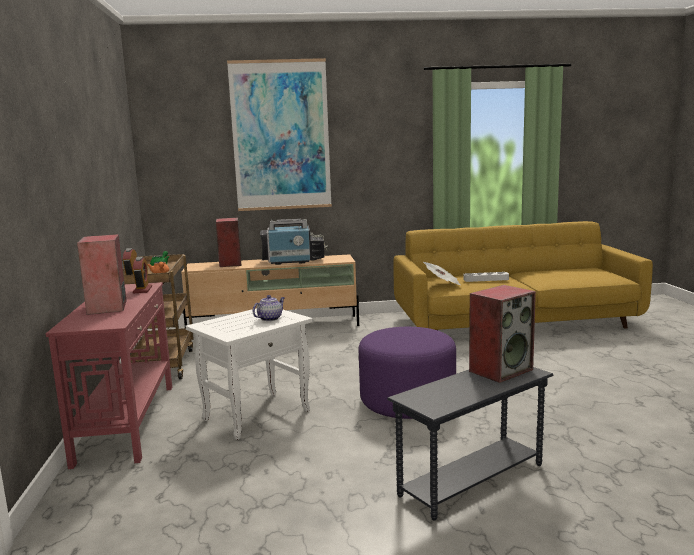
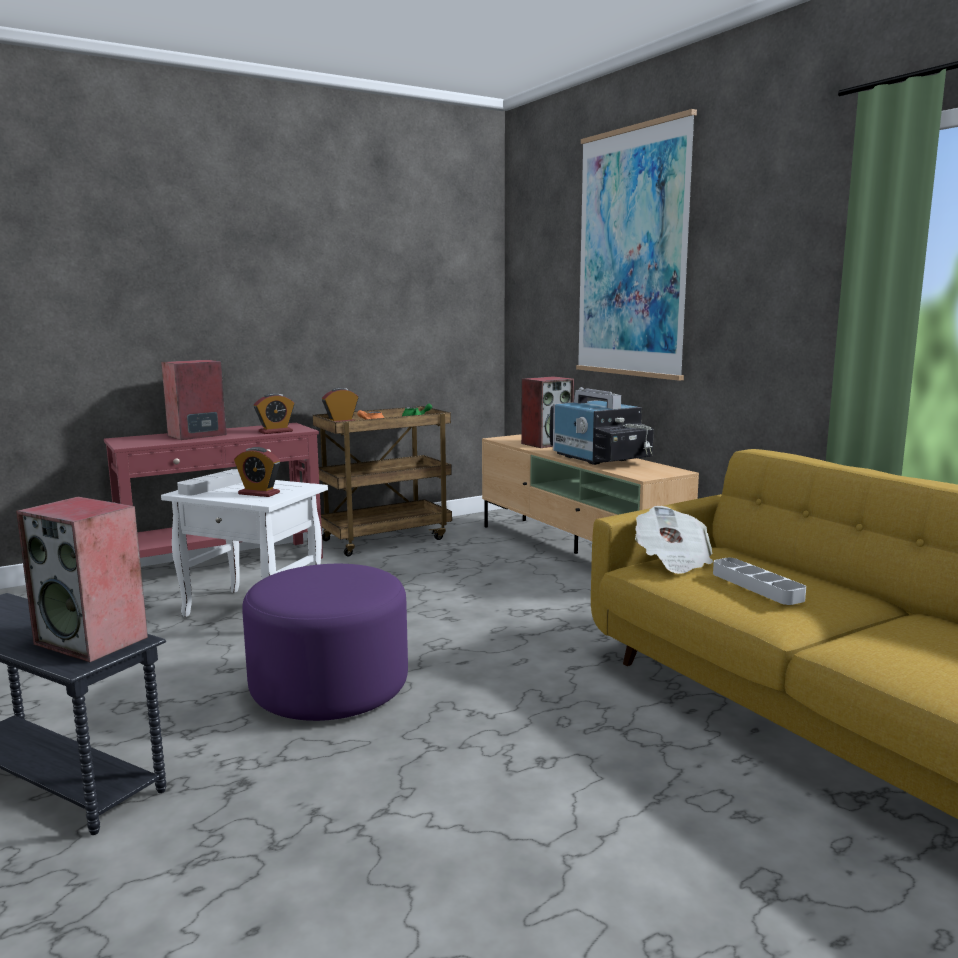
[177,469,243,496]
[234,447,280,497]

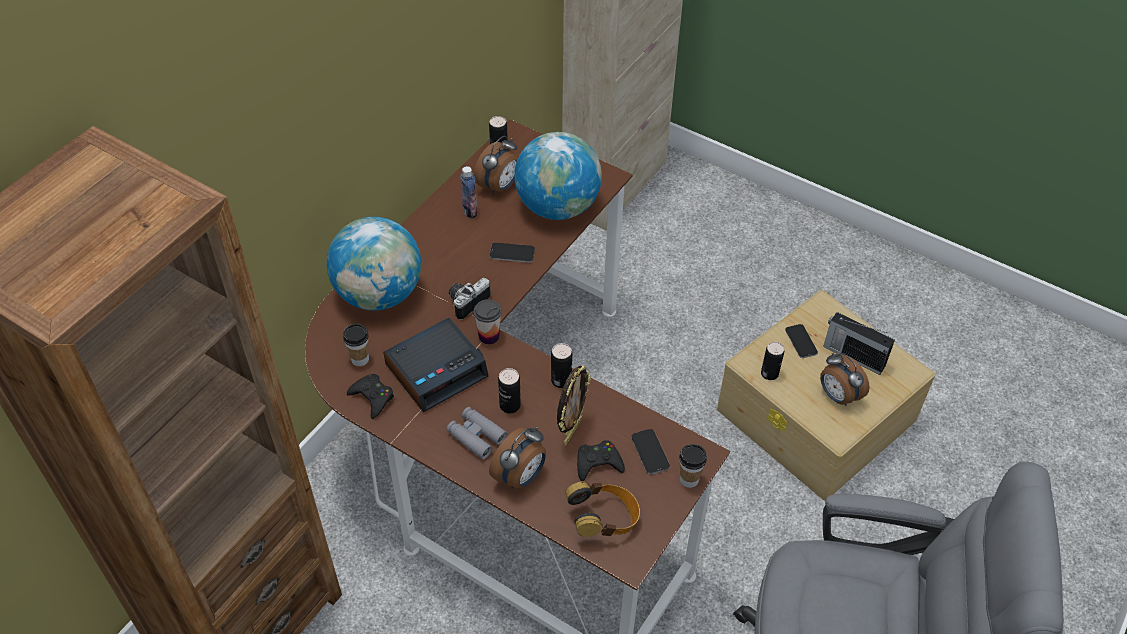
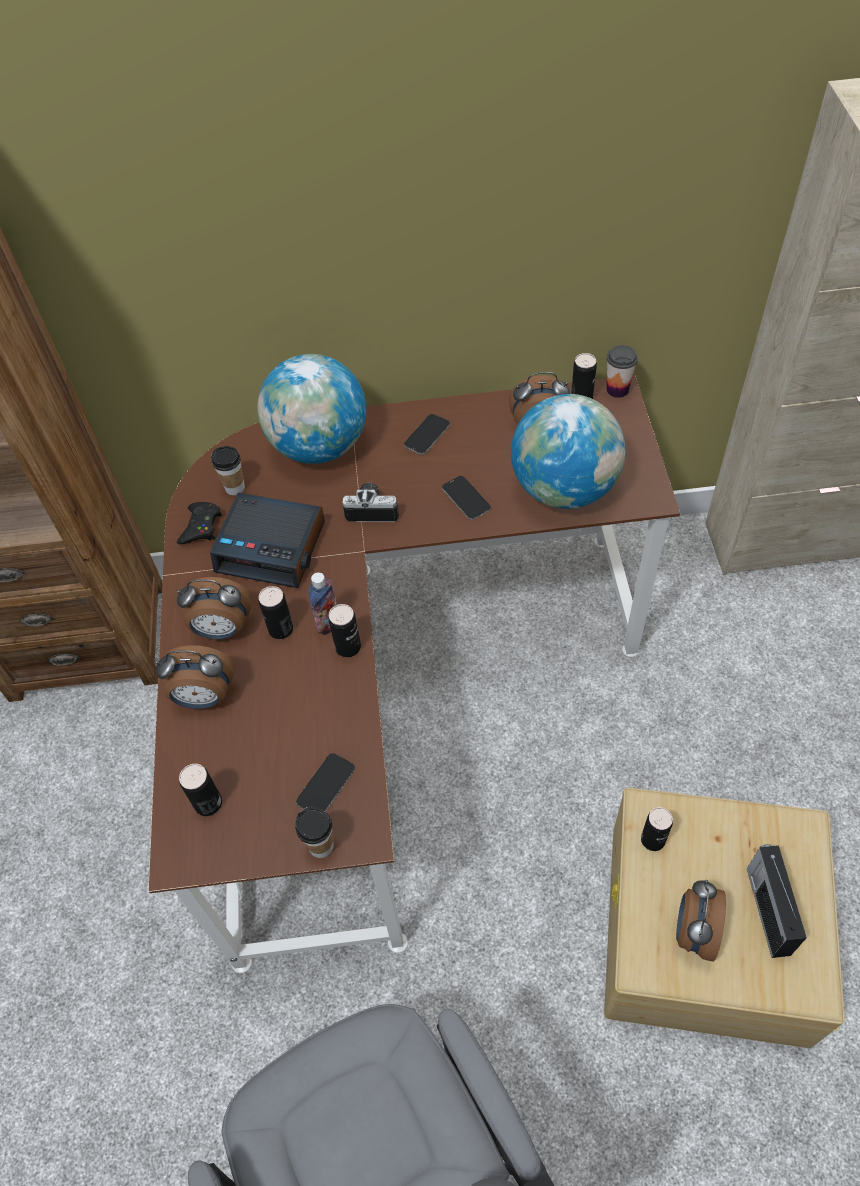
[557,365,591,446] (first image)
[577,440,625,481] (first image)
[309,572,337,635]
[607,345,638,398]
[404,414,450,455]
[177,577,252,639]
[179,764,222,816]

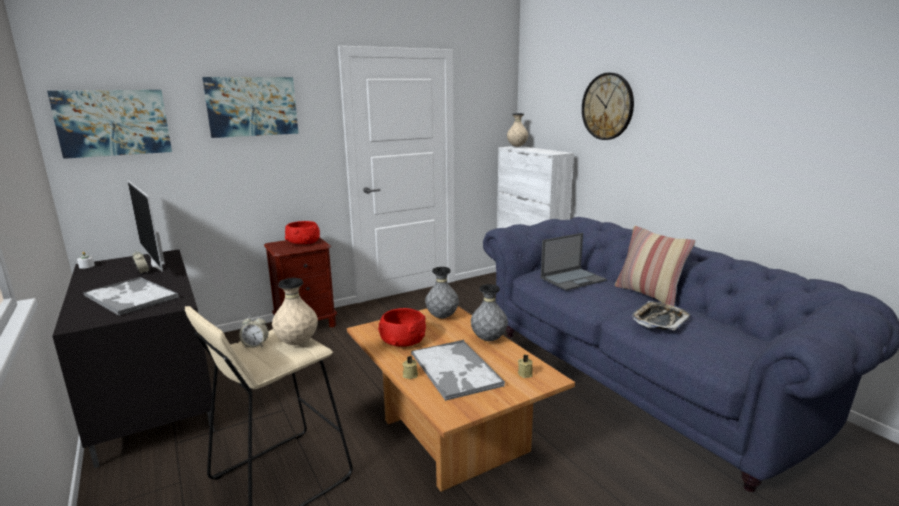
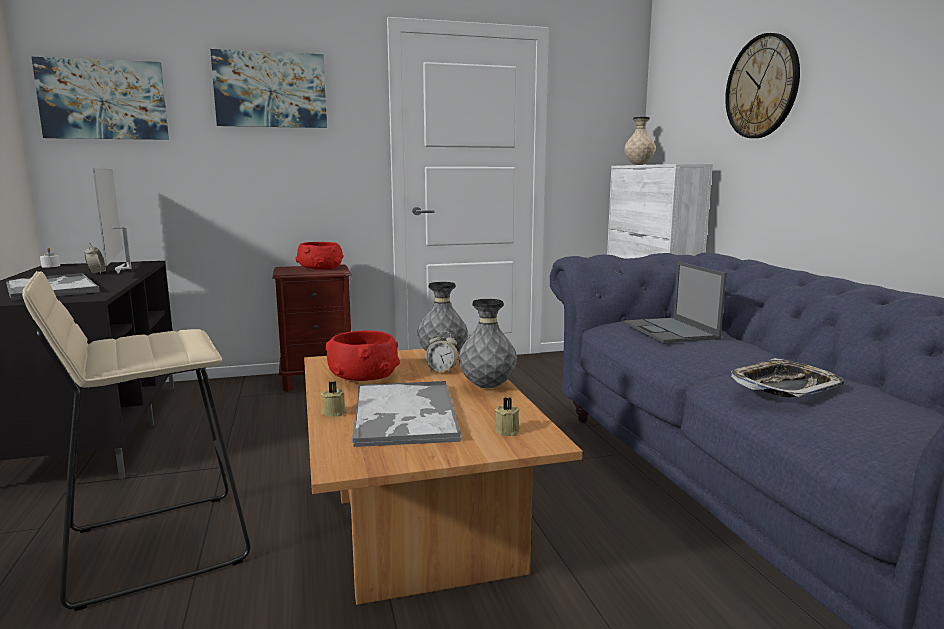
[272,278,318,345] (first image)
[615,226,695,306] (first image)
[425,331,459,373]
[623,261,727,343]

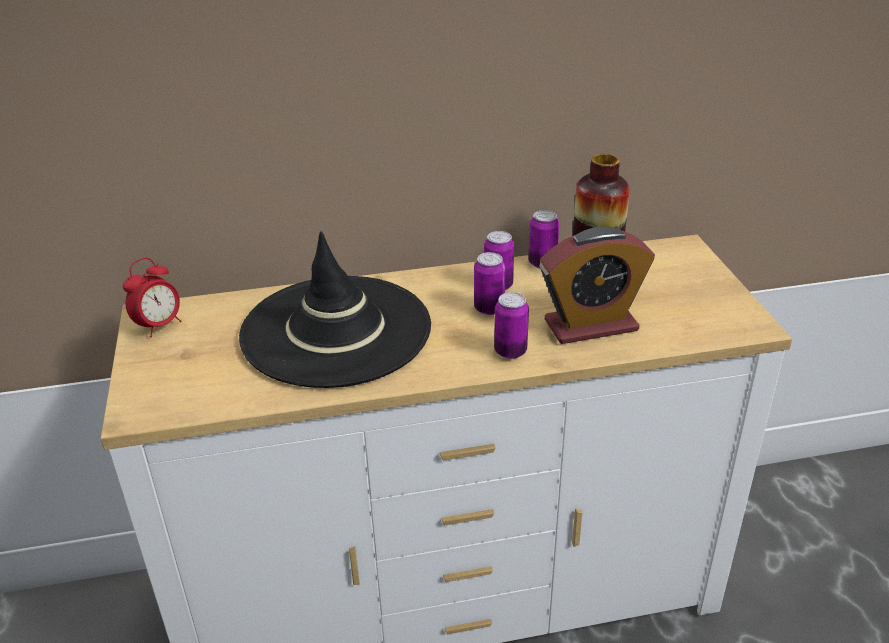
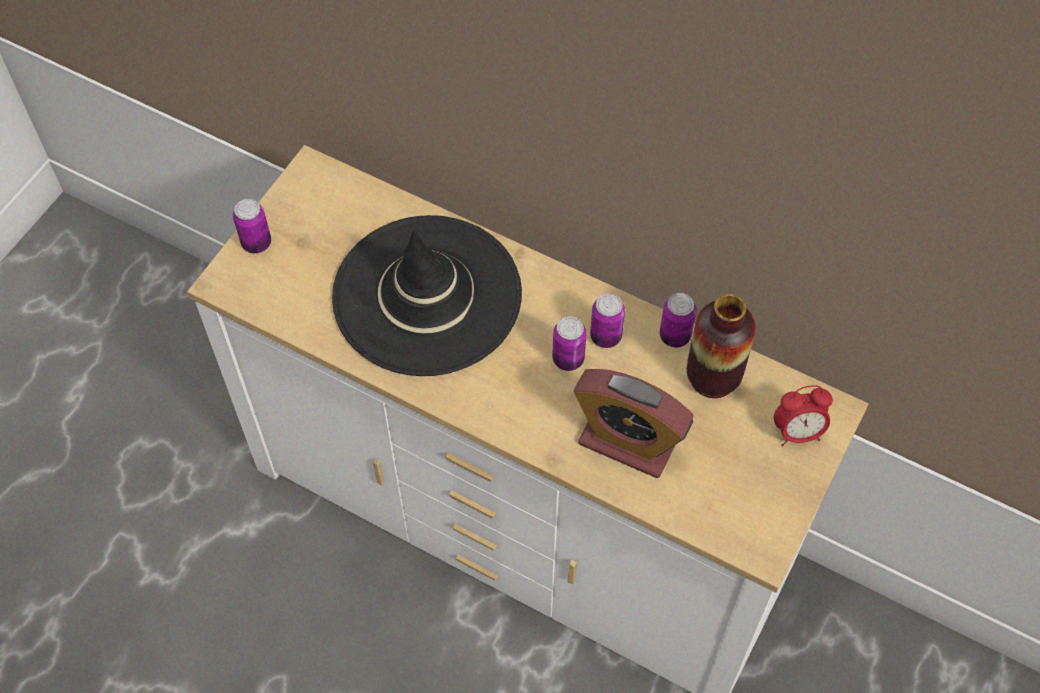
[774,385,833,446]
[233,199,271,253]

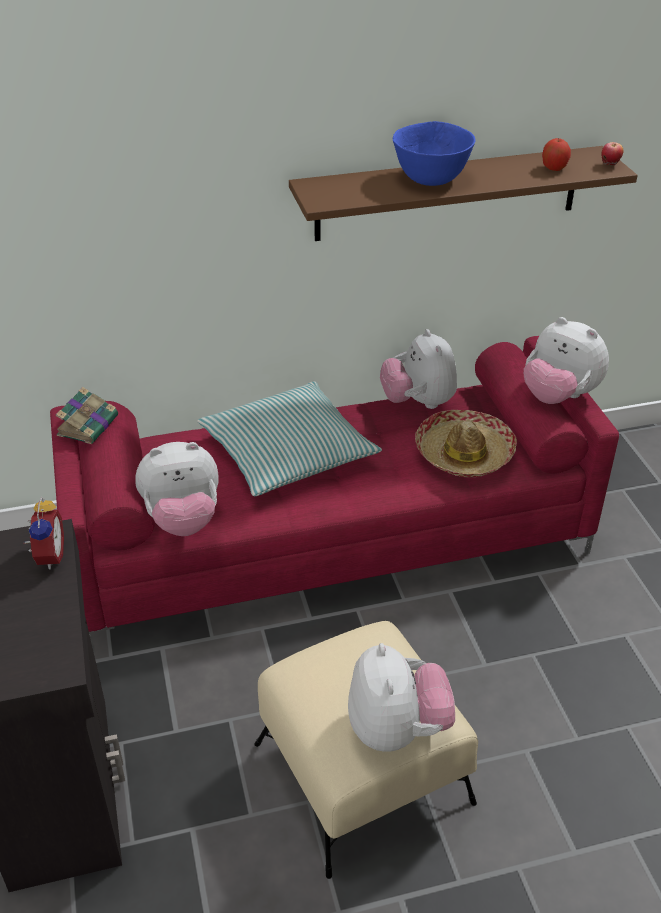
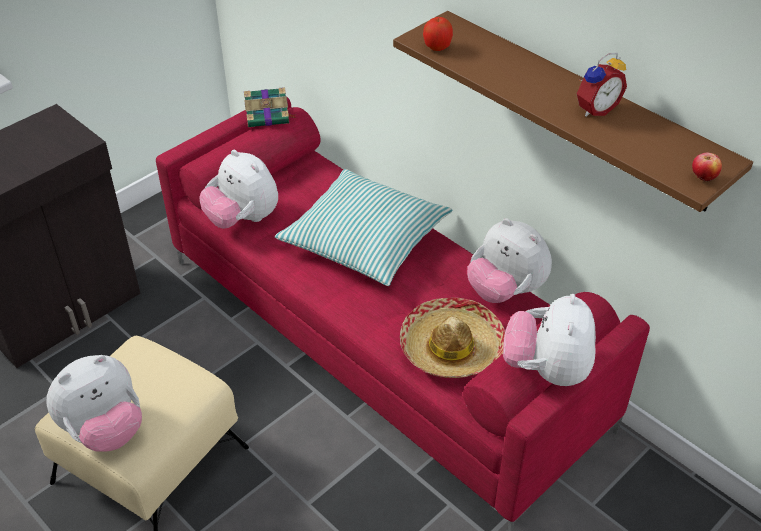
[393,121,476,186] (first image)
[577,53,627,117]
[423,17,453,51]
[467,218,552,303]

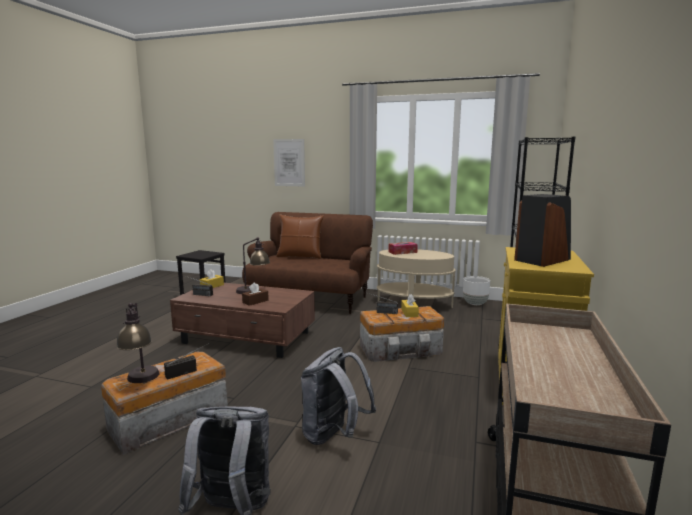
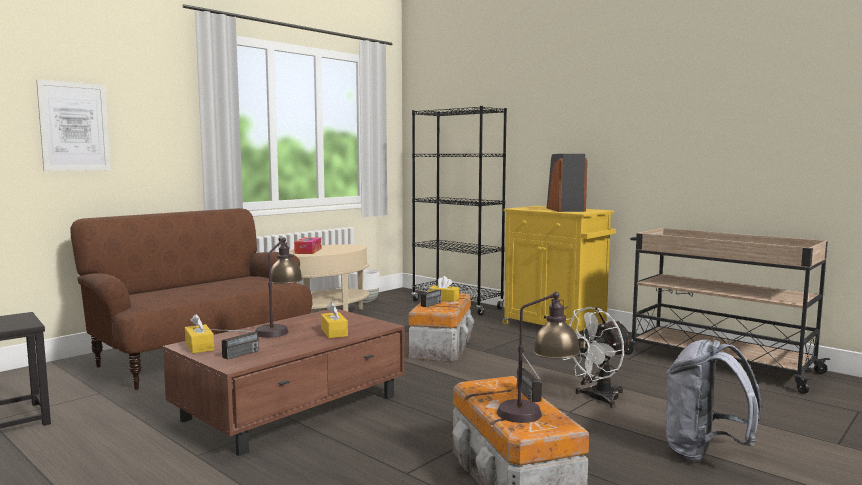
[276,215,324,259] (first image)
[562,307,633,408]
[321,302,348,338]

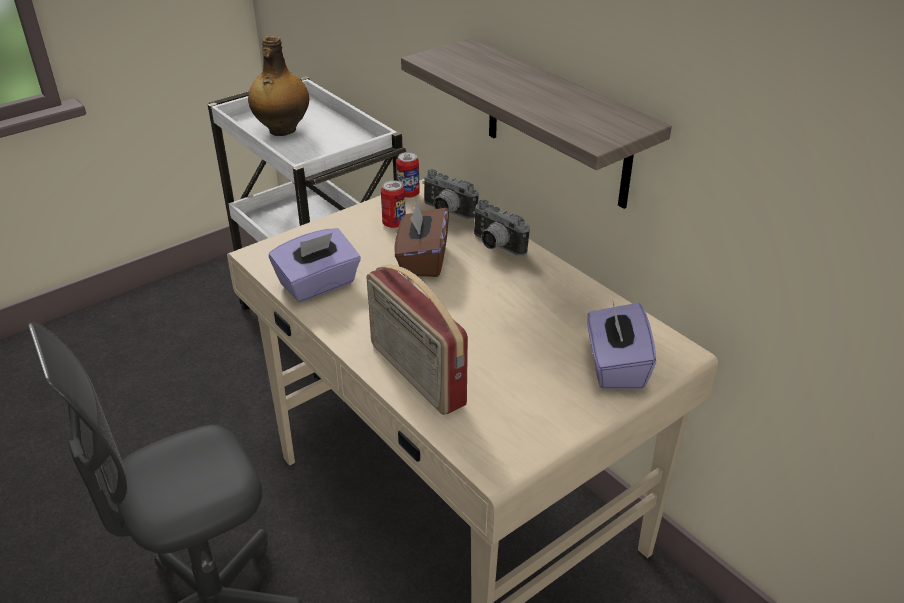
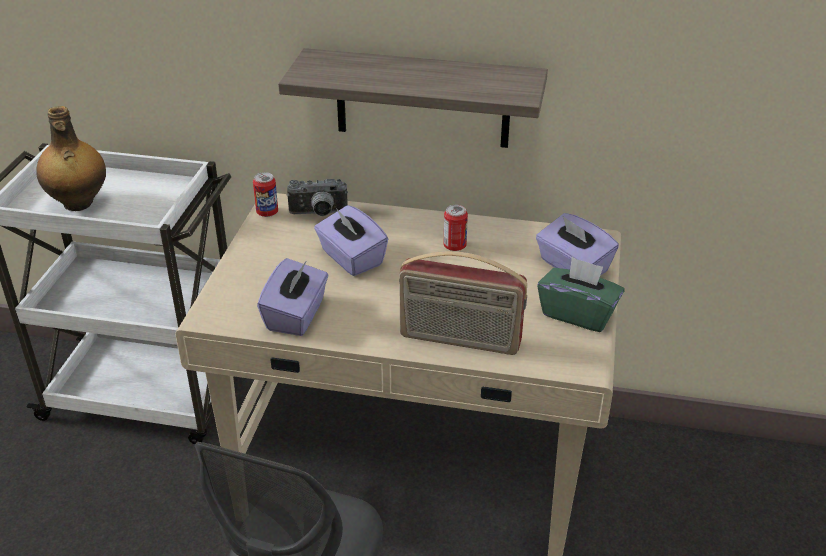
[473,200,530,256] (first image)
[537,257,625,332]
[444,205,468,251]
[314,205,388,276]

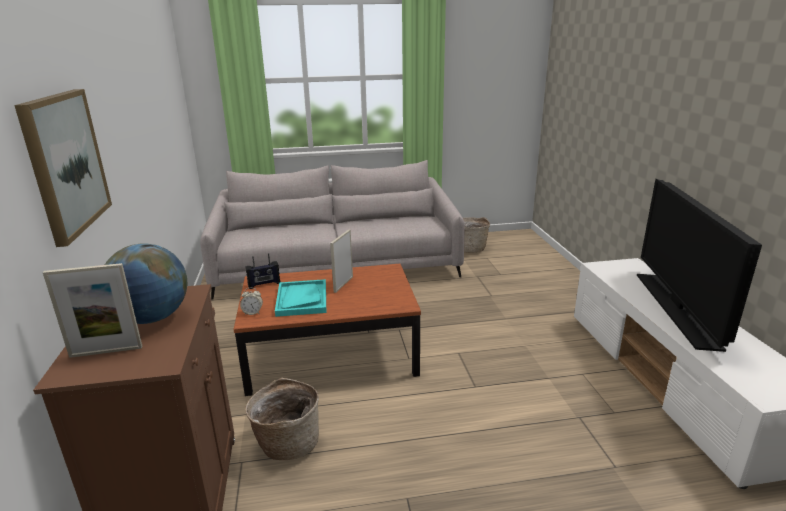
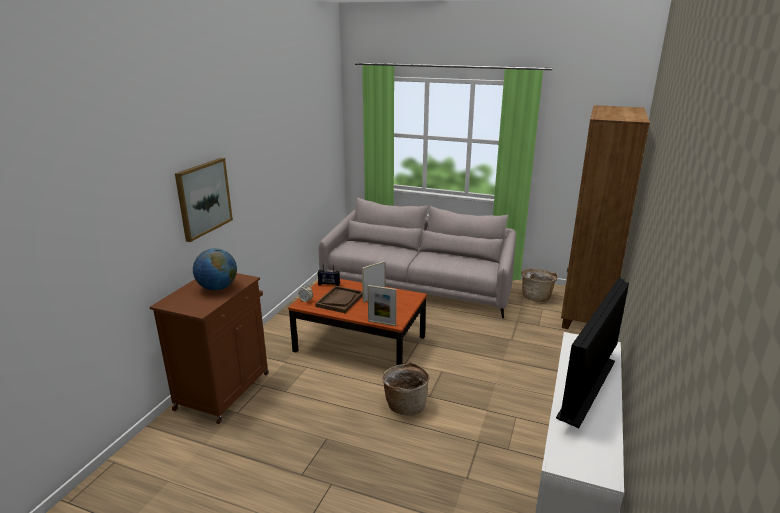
[561,105,650,329]
[368,285,397,326]
[382,362,430,416]
[315,286,363,313]

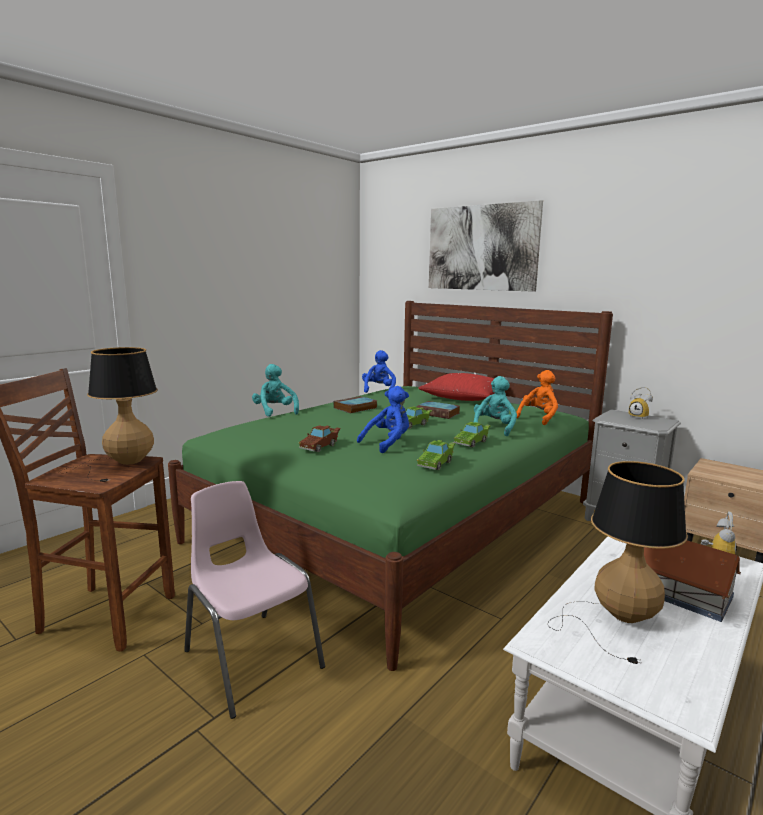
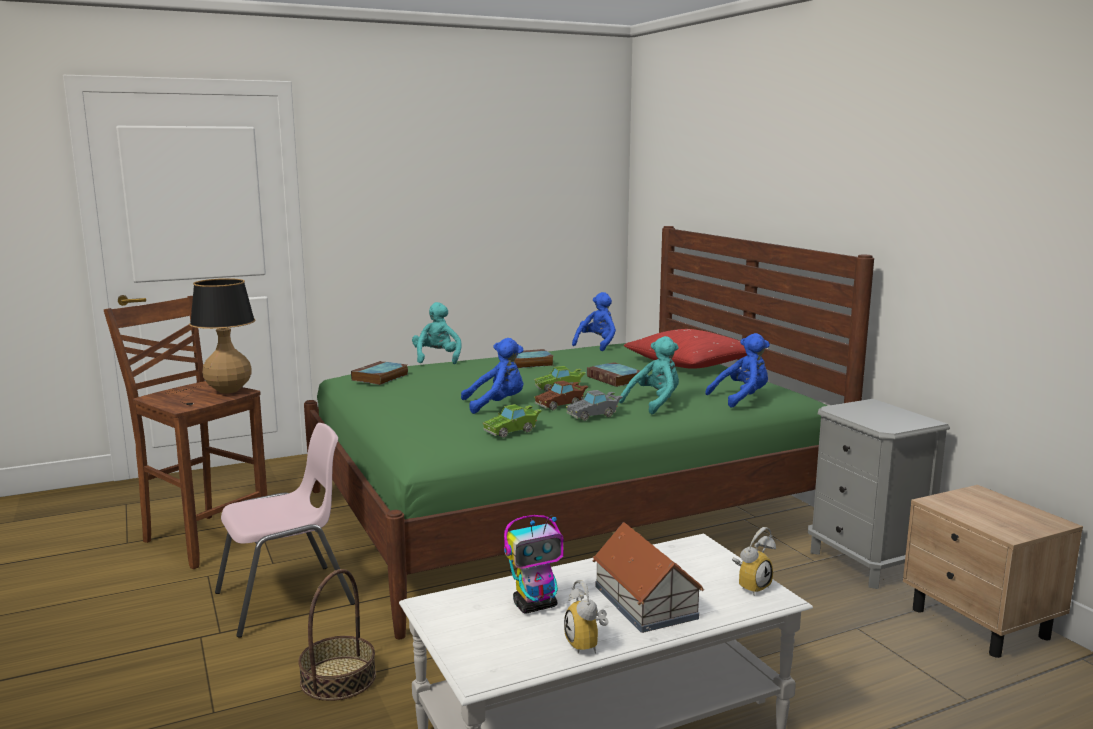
[429,200,543,292] (first image)
[298,569,376,701]
[351,361,408,385]
[534,381,589,410]
[564,580,608,654]
[504,515,564,614]
[566,390,623,421]
[705,333,770,408]
[215,423,355,638]

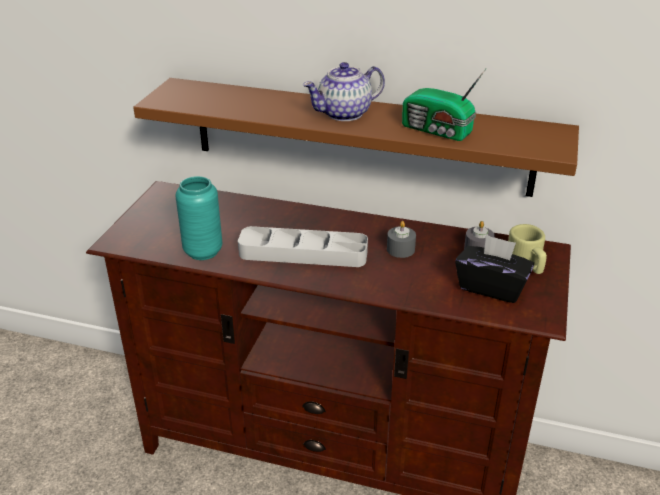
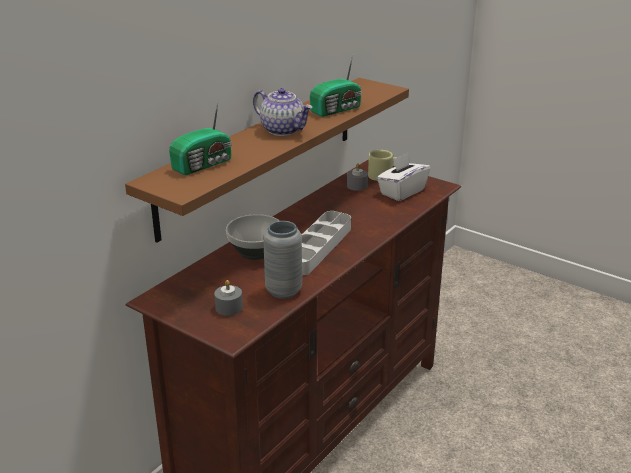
[169,97,232,175]
[226,214,280,260]
[214,280,243,316]
[263,221,302,299]
[377,153,430,201]
[253,88,313,136]

